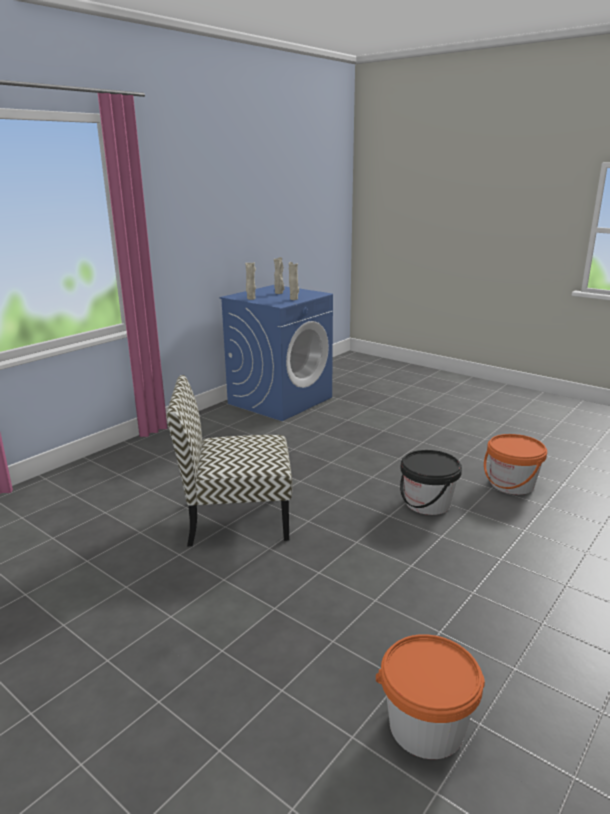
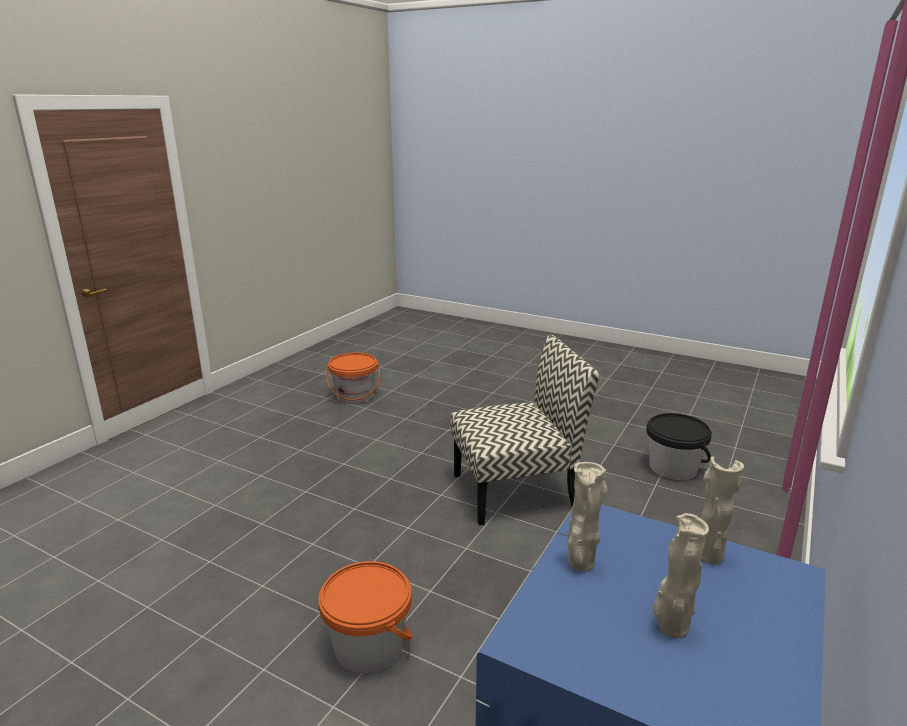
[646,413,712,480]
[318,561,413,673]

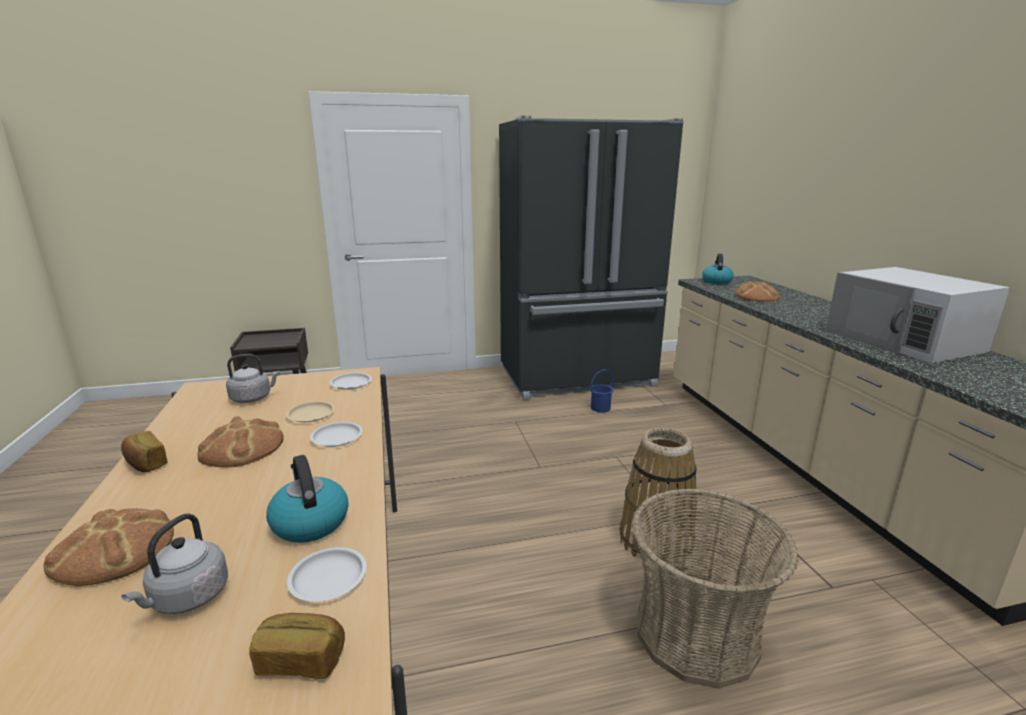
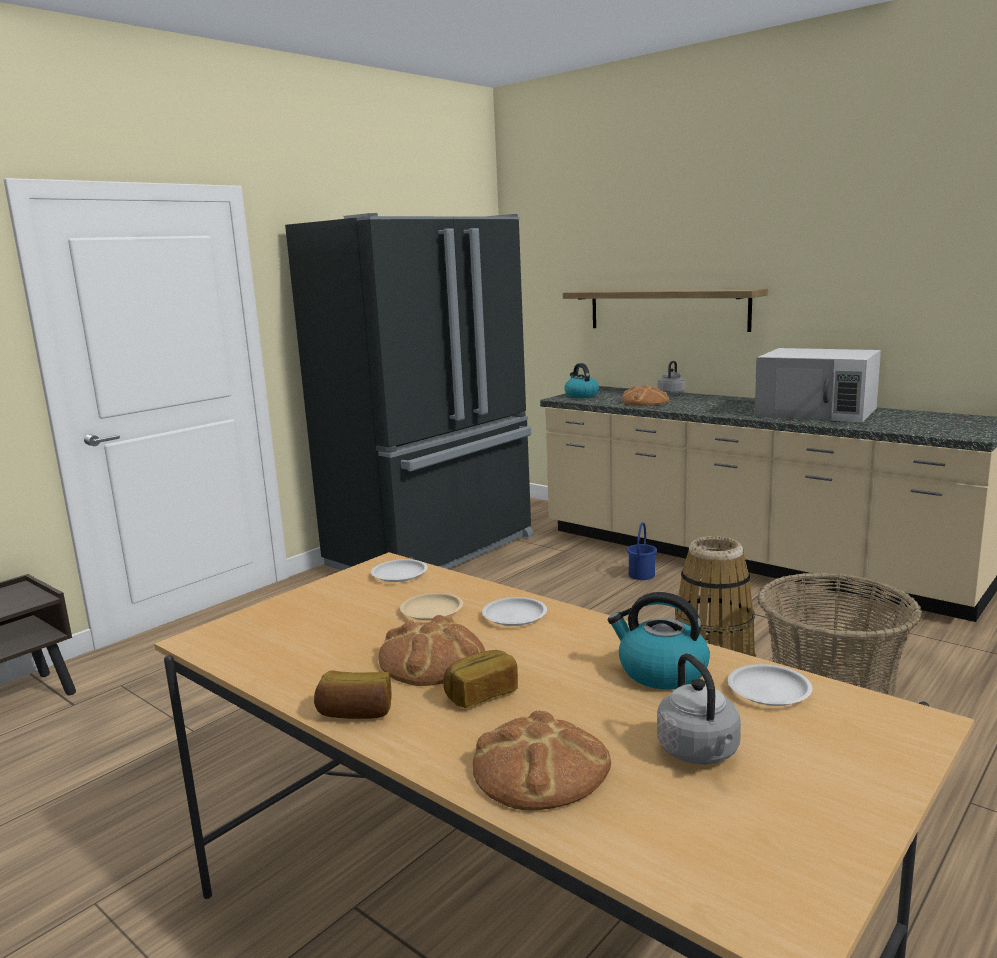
[563,289,768,332]
[658,361,685,395]
[443,650,518,708]
[627,522,657,580]

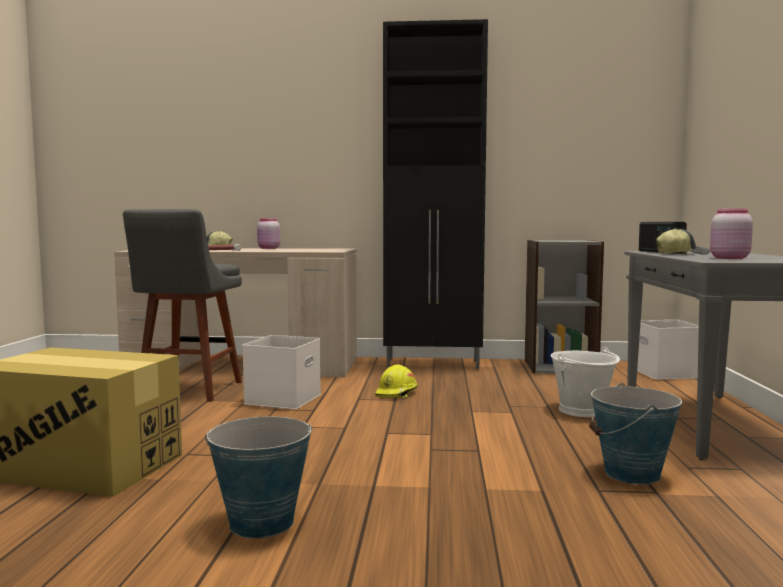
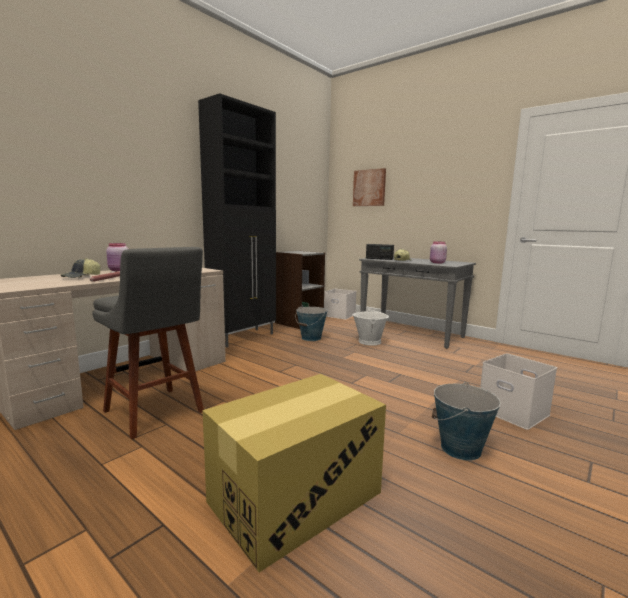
[375,364,418,398] (first image)
[353,168,386,206]
[480,353,557,430]
[295,307,328,341]

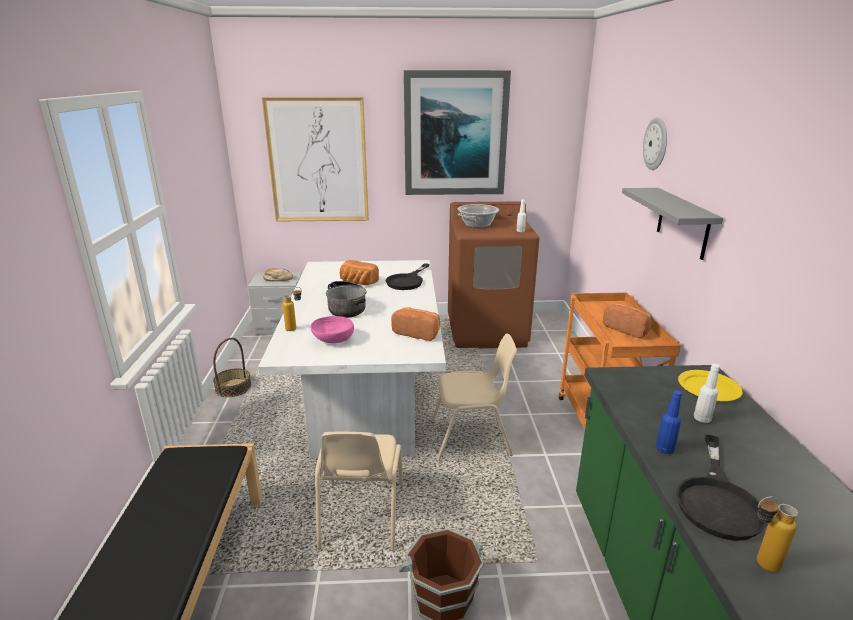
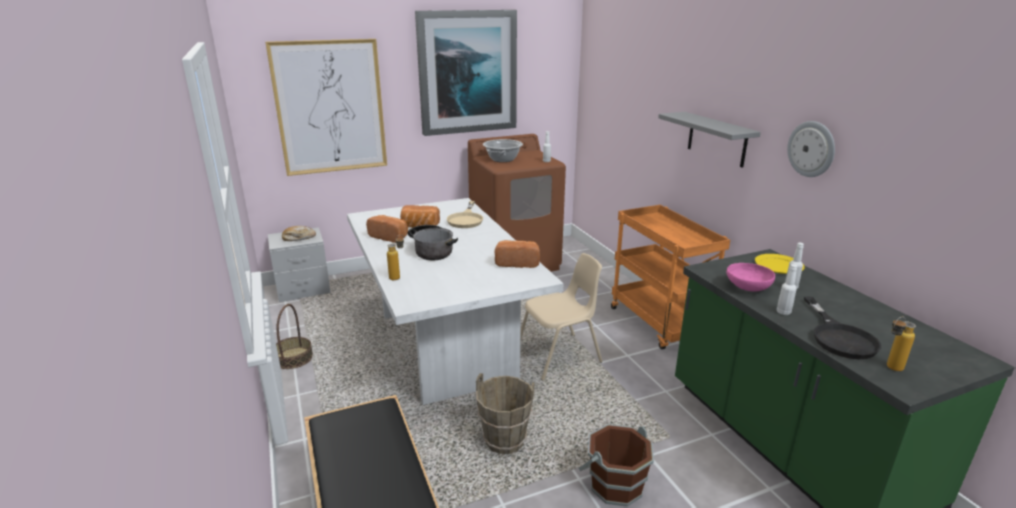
[726,263,775,292]
[366,215,408,243]
[787,121,835,177]
[476,373,534,454]
[447,201,483,228]
[776,264,797,315]

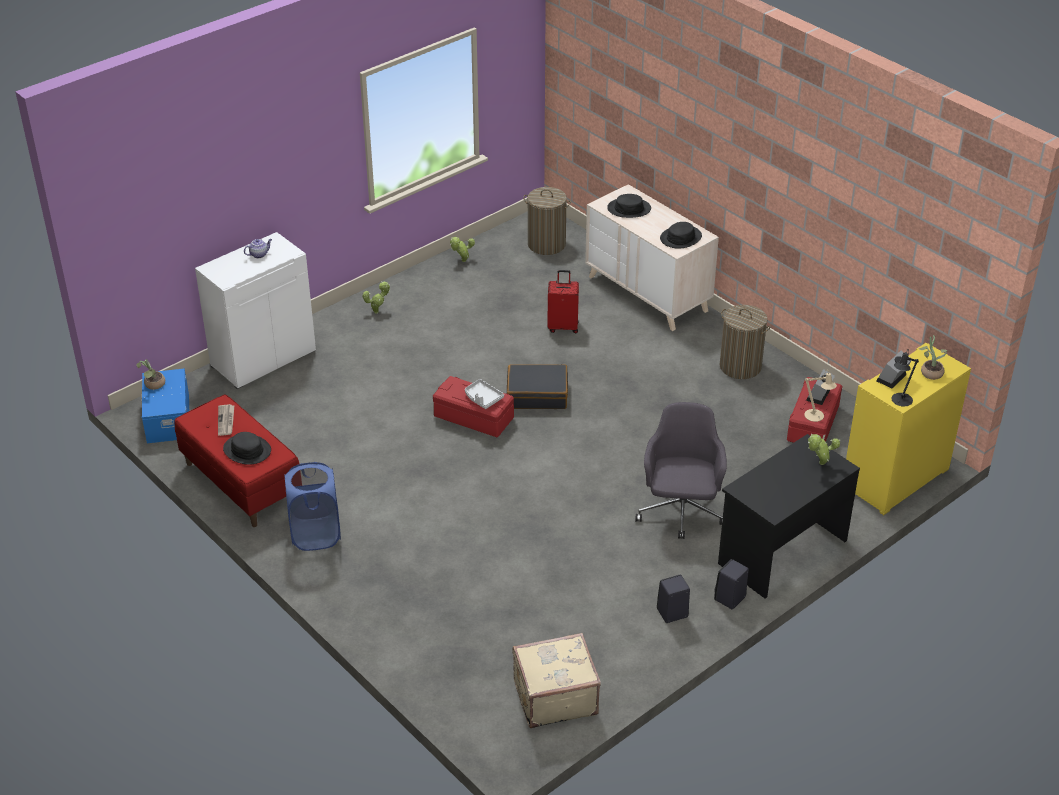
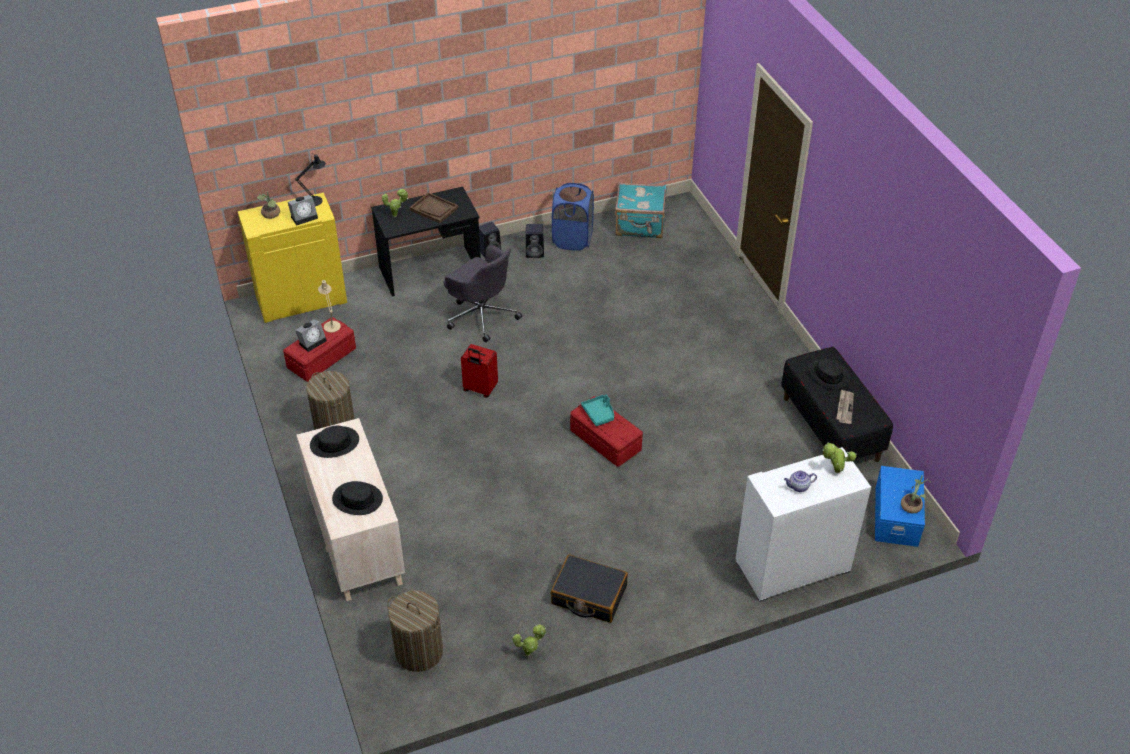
[410,192,458,223]
[552,183,594,251]
[822,442,857,473]
[551,554,628,623]
[461,344,498,398]
[781,347,893,462]
[581,395,614,426]
[615,183,667,238]
[444,245,522,342]

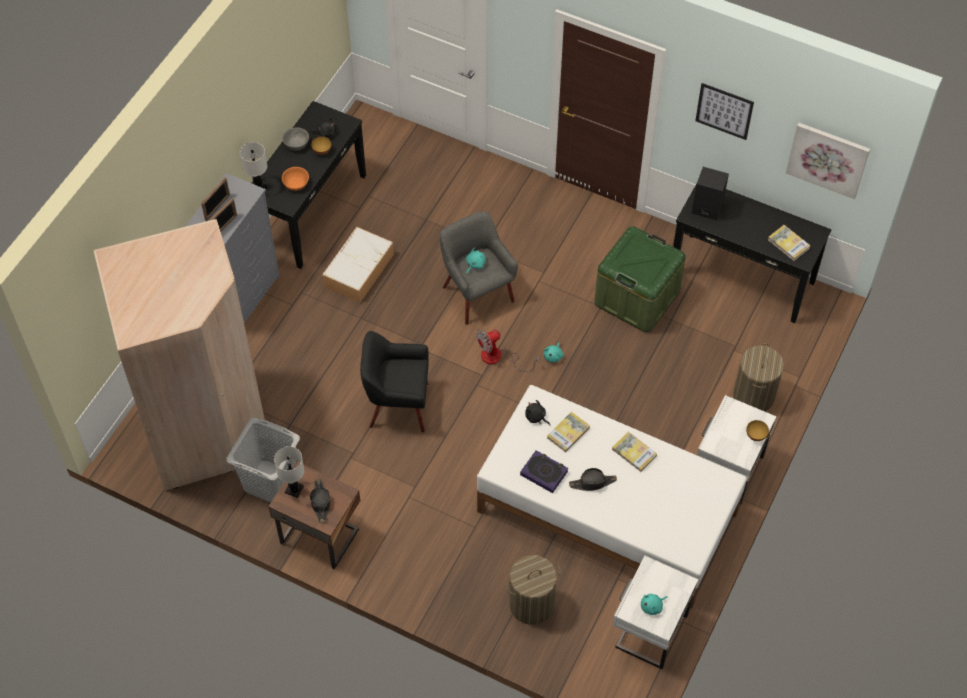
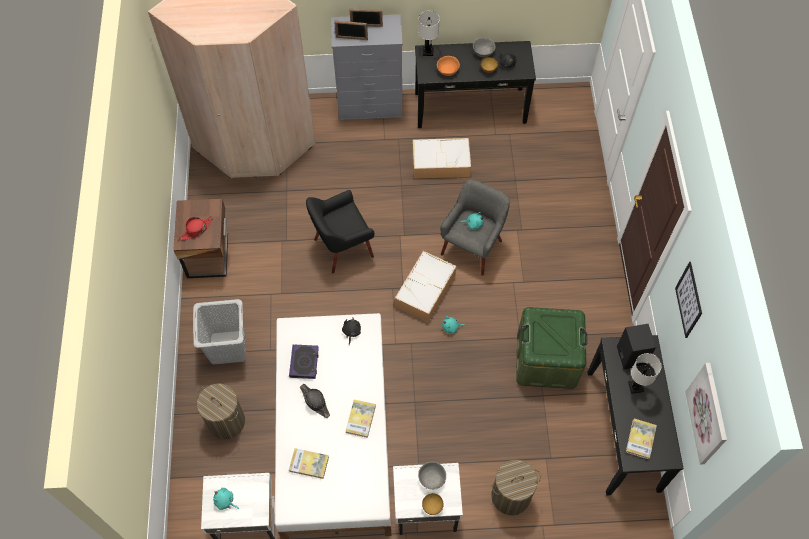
[418,462,446,490]
[193,299,246,364]
[628,353,661,394]
[289,448,329,479]
[395,251,457,322]
[178,216,213,241]
[306,190,374,273]

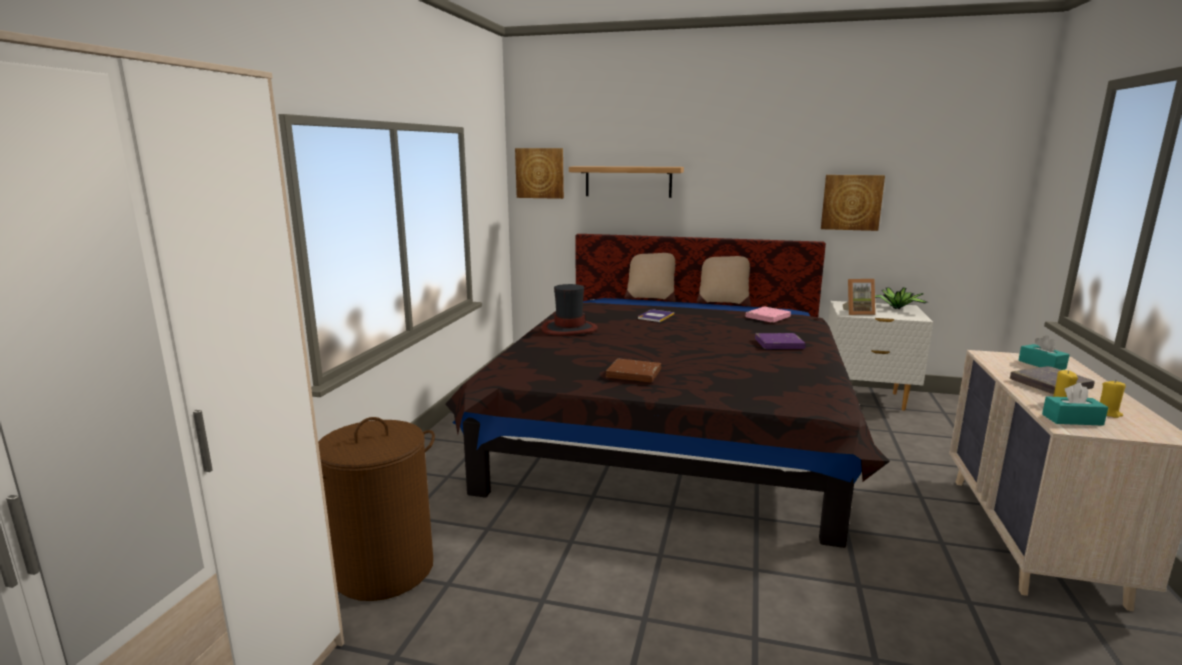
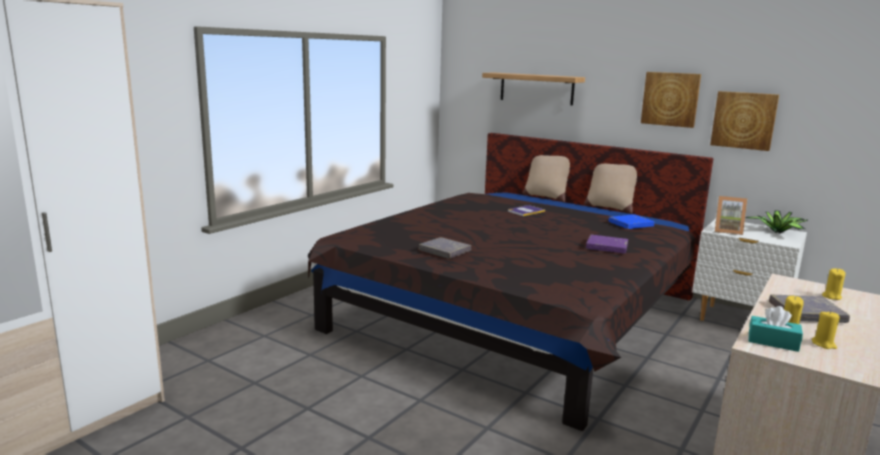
[318,417,435,601] (first image)
[541,284,598,336] (first image)
[641,72,701,128]
[822,268,845,300]
[419,237,471,259]
[608,214,655,229]

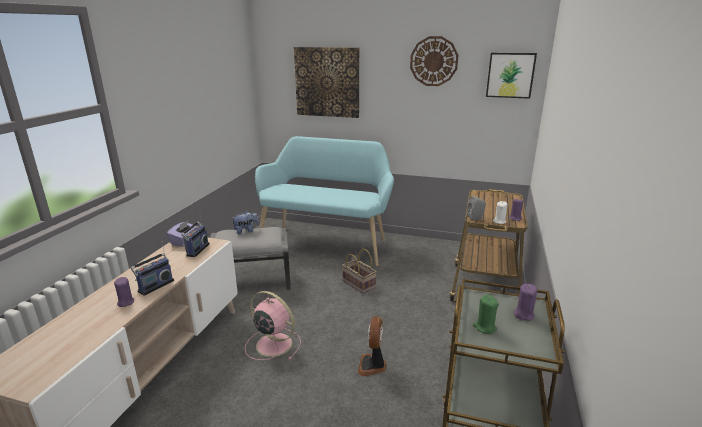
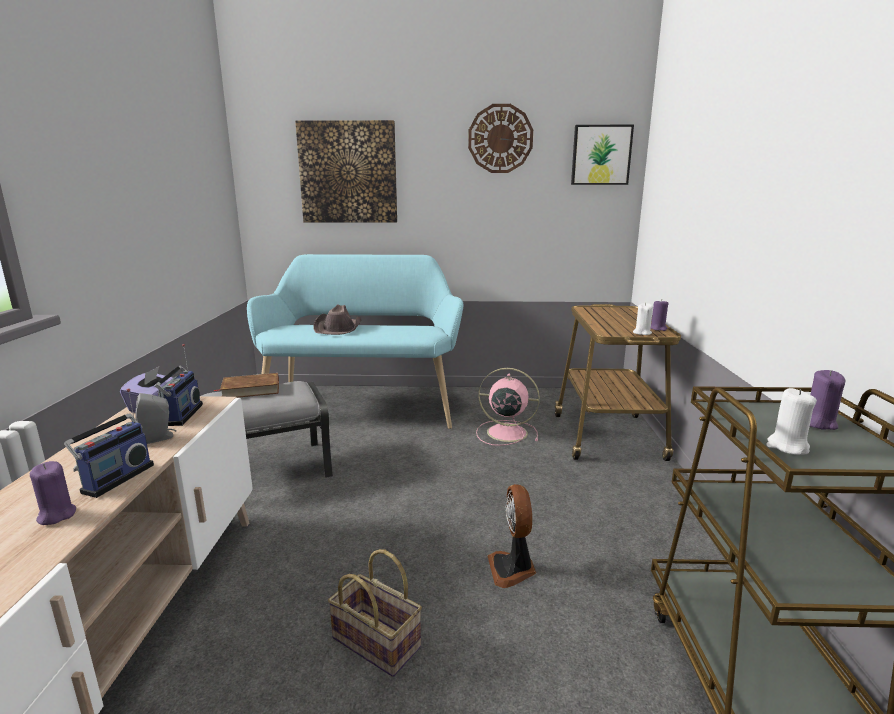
[313,304,362,335]
[476,368,540,446]
[328,549,422,677]
[136,393,177,444]
[214,373,279,398]
[766,388,817,455]

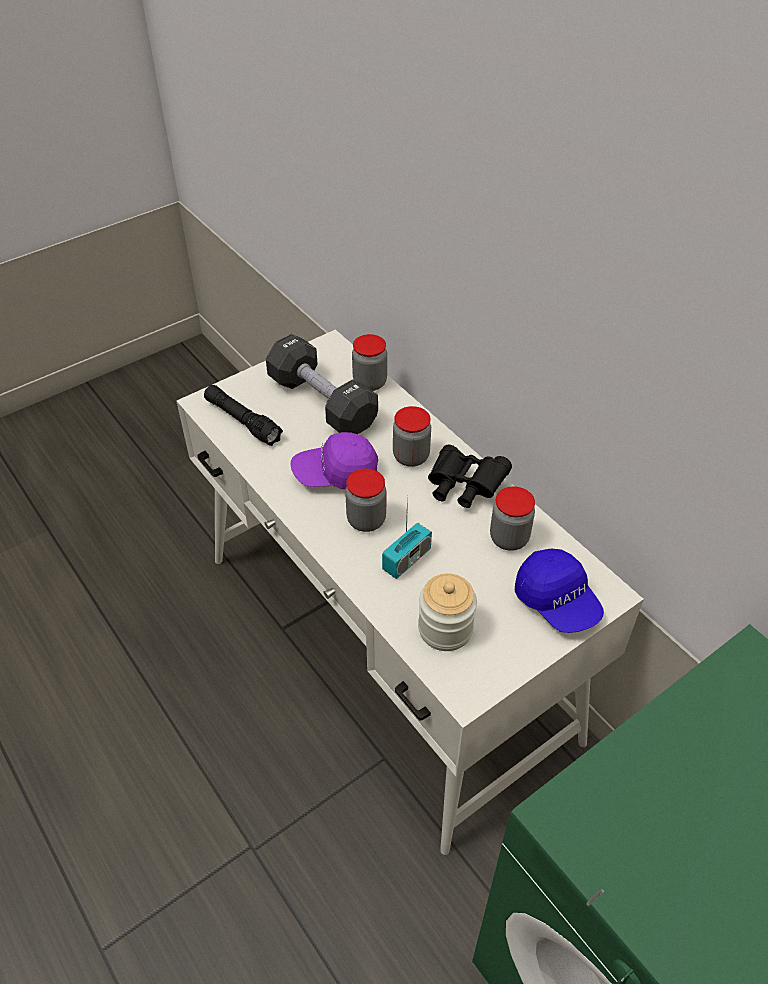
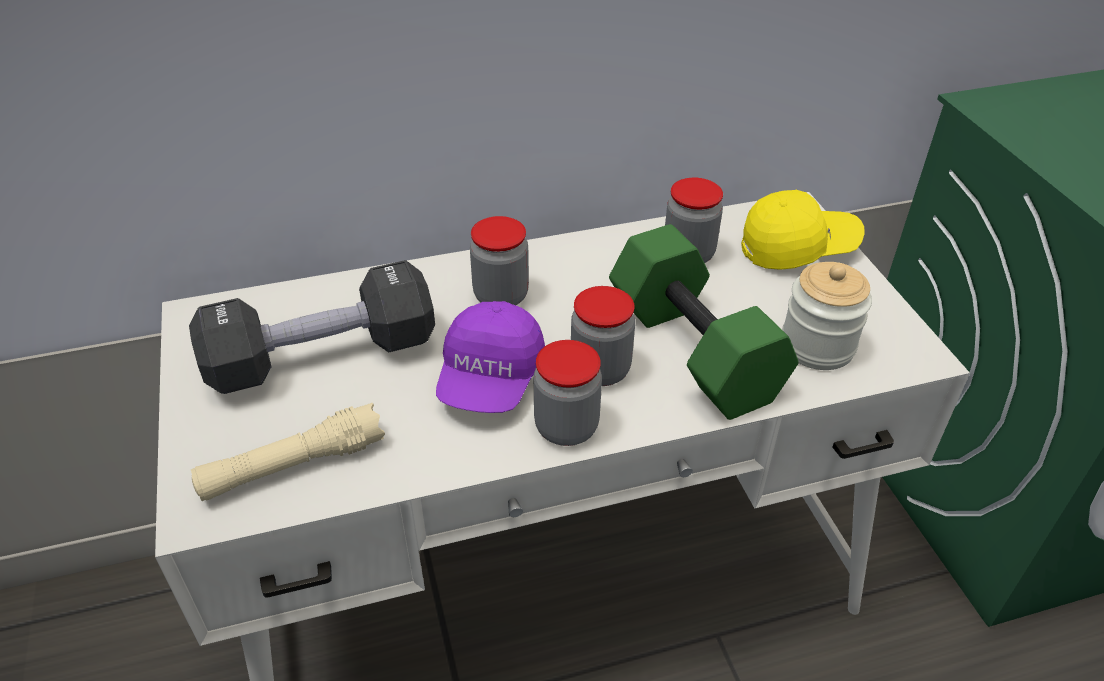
[428,445,512,508] (first image)
[534,340,602,446]
[609,224,798,420]
[191,403,385,501]
[741,190,865,270]

